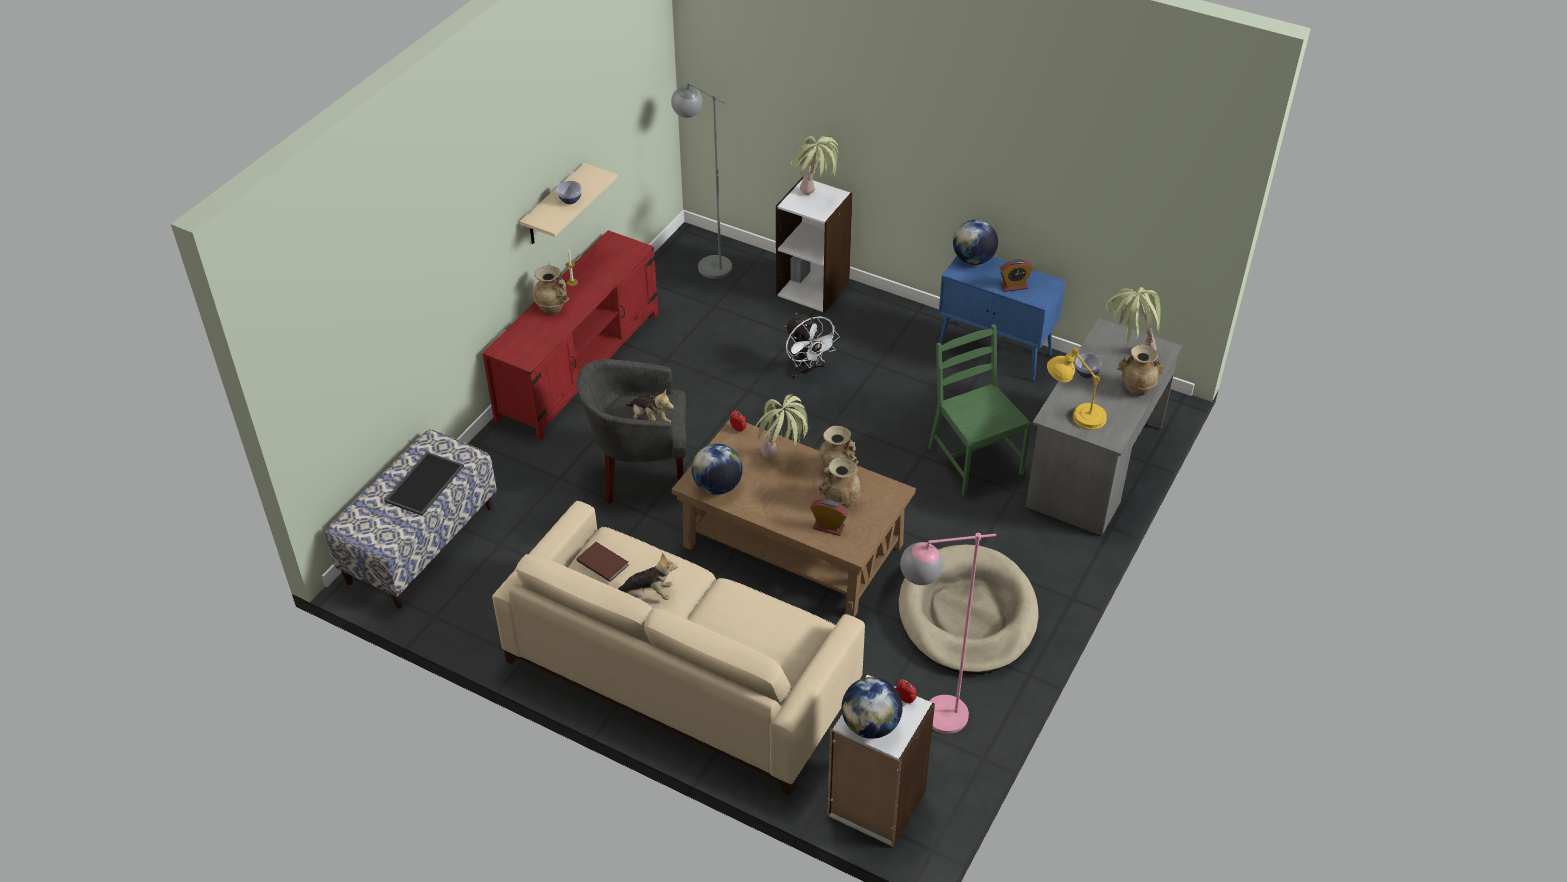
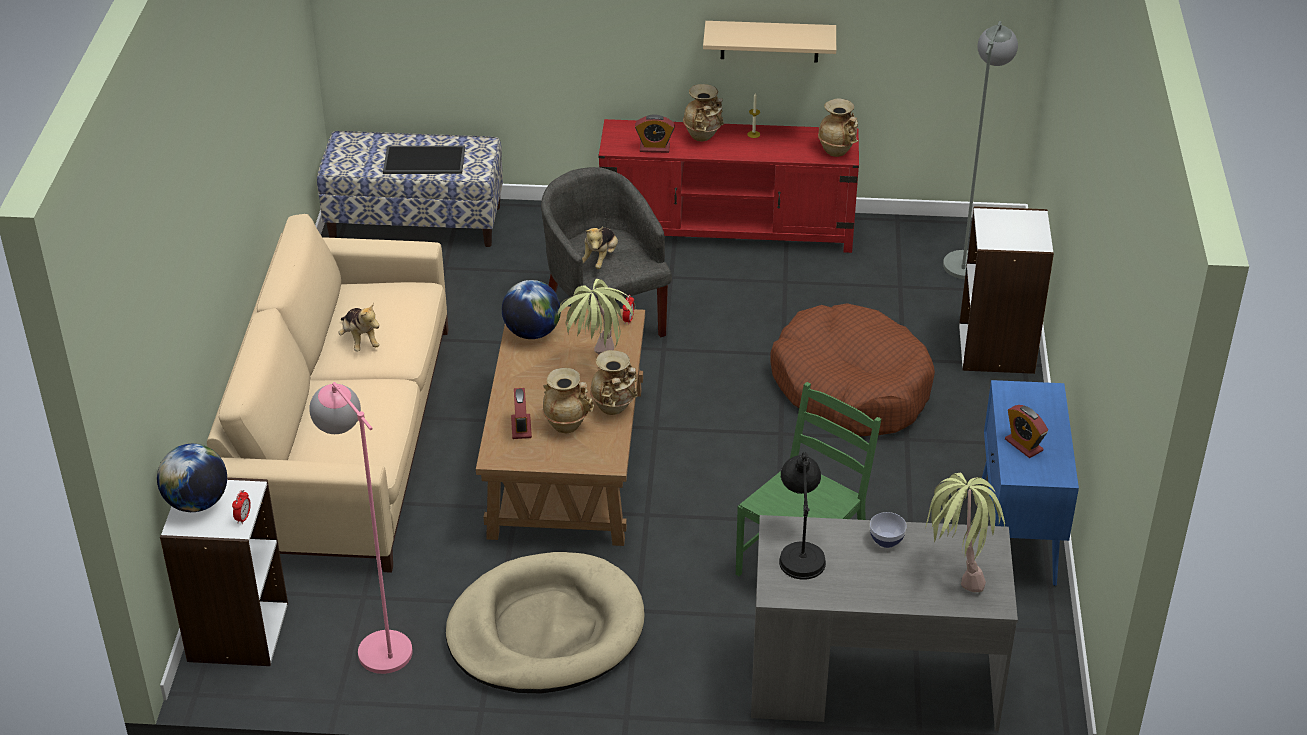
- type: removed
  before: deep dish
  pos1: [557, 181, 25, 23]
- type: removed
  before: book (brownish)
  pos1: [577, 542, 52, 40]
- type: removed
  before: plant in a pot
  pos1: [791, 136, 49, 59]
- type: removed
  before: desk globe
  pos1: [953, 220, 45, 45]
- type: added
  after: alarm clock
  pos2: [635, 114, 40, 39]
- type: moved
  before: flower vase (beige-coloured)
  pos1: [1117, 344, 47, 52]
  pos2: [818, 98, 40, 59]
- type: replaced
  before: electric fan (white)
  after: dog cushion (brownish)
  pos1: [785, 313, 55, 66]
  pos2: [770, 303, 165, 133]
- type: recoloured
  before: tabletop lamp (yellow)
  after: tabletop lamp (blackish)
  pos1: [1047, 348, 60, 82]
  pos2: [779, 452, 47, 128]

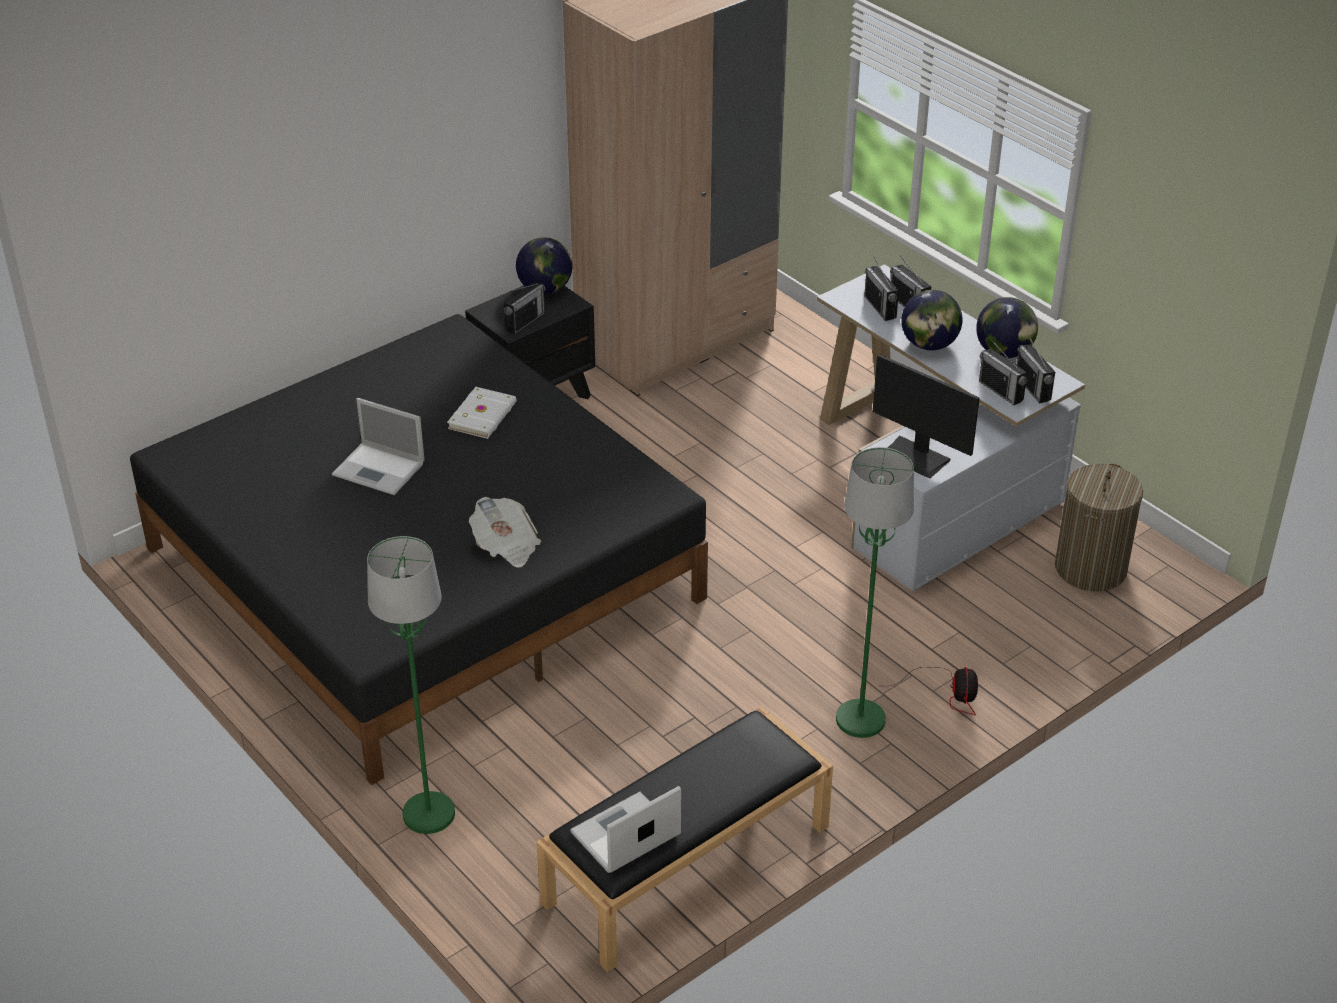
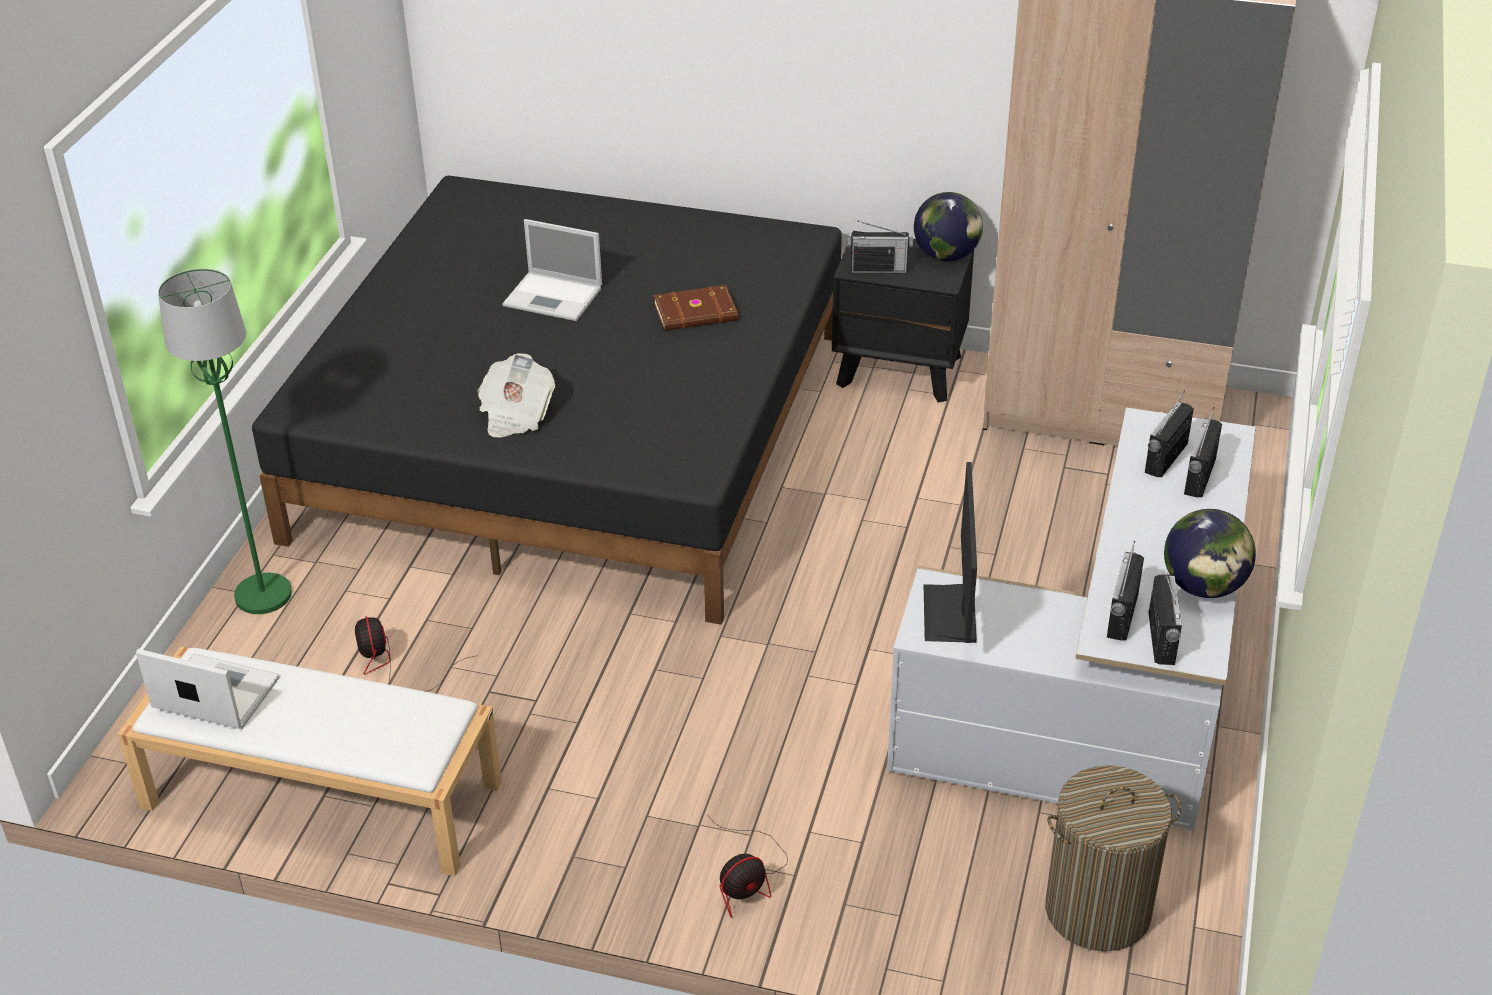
- type: removed
  before: standard lamp (greenish)
  pos1: [836, 447, 78, 291]
- type: removed
  before: desk globe
  pos1: [901, 290, 62, 60]
- type: added
  after: electric fan
  pos2: [355, 616, 119, 76]
- type: recoloured
  before: book (white)
  after: book (brownish)
  pos1: [447, 387, 70, 52]
  pos2: [654, 285, 84, 46]
- type: recoloured
  before: bench (blackish)
  after: bench (white)
  pos1: [536, 706, 297, 266]
  pos2: [117, 646, 385, 230]
- type: turned
  before: notebook computer
  pos1: [332, 398, 93, 97]
  pos2: [502, 219, 100, 102]
  turn: -60
- type: turned
  before: radio
  pos1: [1017, 335, 38, 68]
  pos2: [1148, 574, 34, 91]
  turn: 150

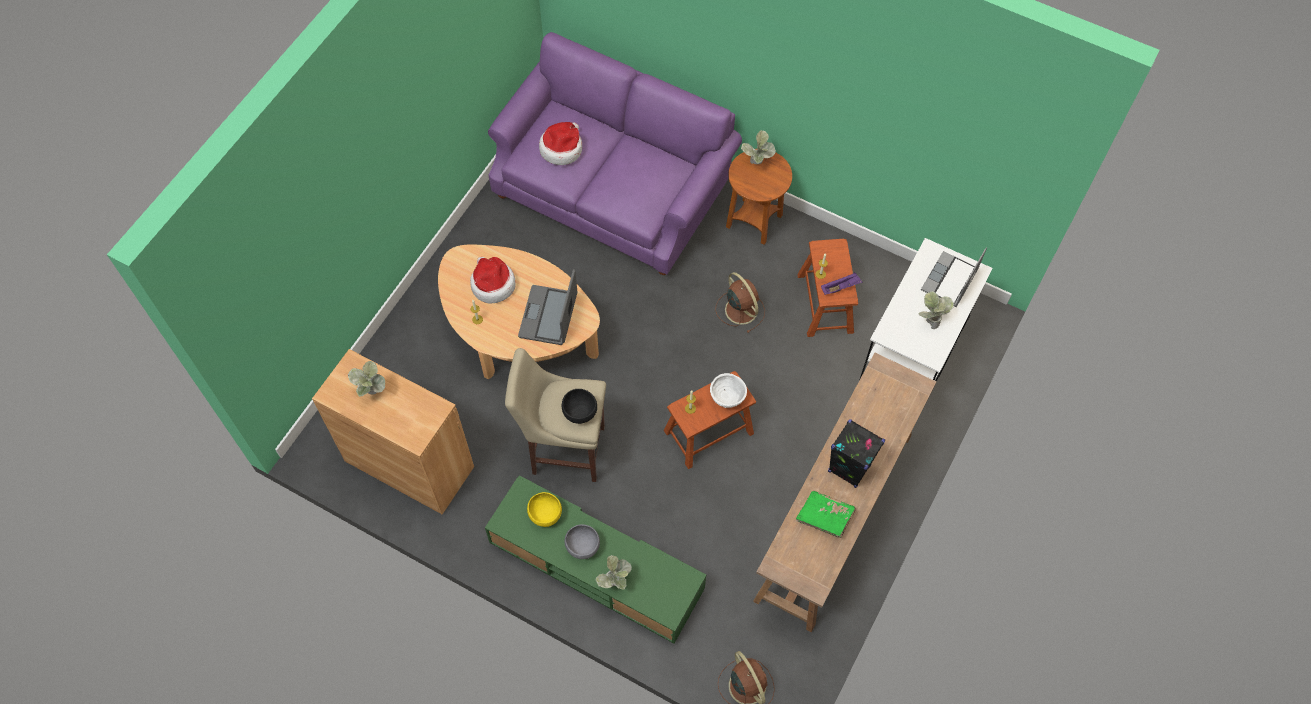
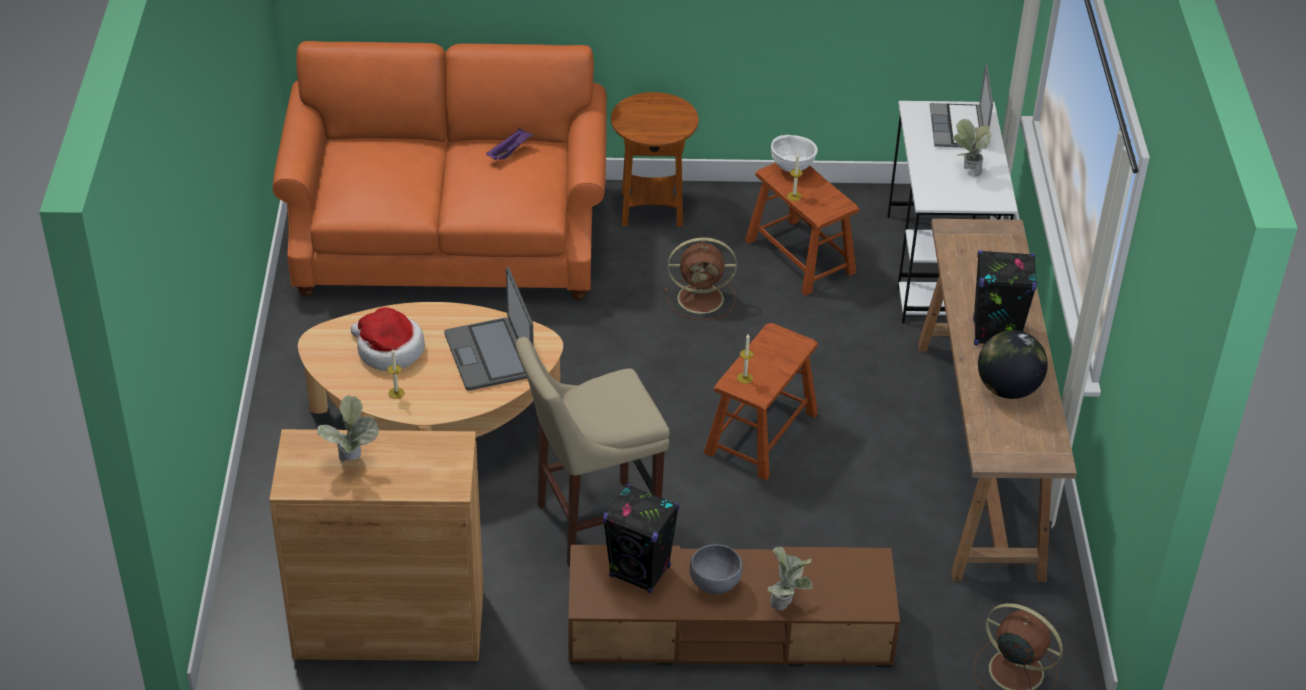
- type: removed
  before: hat
  pos1: [539, 122, 43, 43]
- type: removed
  before: deep dish (blackish)
  pos1: [562, 389, 35, 35]
- type: removed
  before: plant in a pot
  pos1: [741, 130, 35, 34]
- type: moved
  before: deep dish (white)
  pos1: [710, 373, 37, 35]
  pos2: [771, 135, 47, 37]
- type: moved
  before: carrying tray (purple)
  pos1: [821, 272, 41, 23]
  pos2: [486, 128, 48, 32]
- type: replaced
  before: deep dish (yellow)
  after: audio speaker (blackish)
  pos1: [527, 492, 35, 35]
  pos2: [603, 484, 76, 109]
- type: replaced
  before: book (greenish)
  after: desk globe
  pos1: [796, 491, 60, 47]
  pos2: [978, 330, 70, 69]
- type: recoloured
  before: tv stand (greenish)
  after: tv stand (brownish)
  pos1: [485, 475, 221, 168]
  pos2: [568, 545, 332, 122]
- type: recoloured
  before: sofa (purple)
  after: sofa (orange)
  pos1: [488, 32, 254, 243]
  pos2: [273, 41, 334, 259]
- type: turned
  before: electric fan (brownish)
  pos1: [715, 272, 50, 61]
  pos2: [665, 238, 72, 82]
  turn: 150

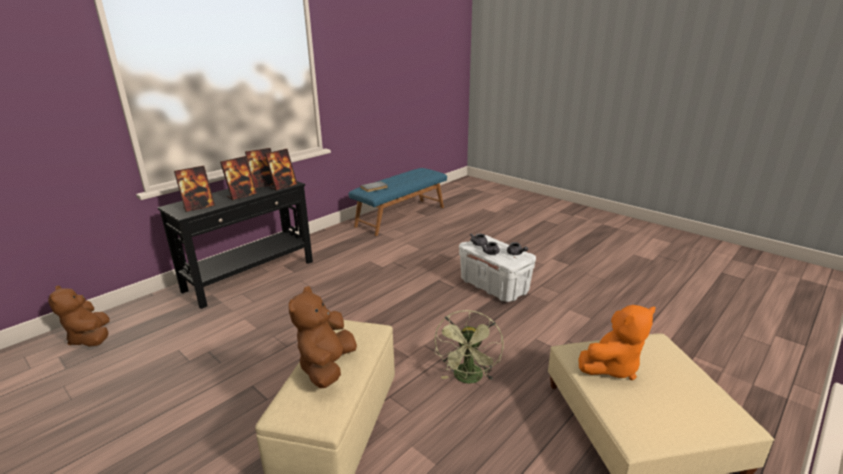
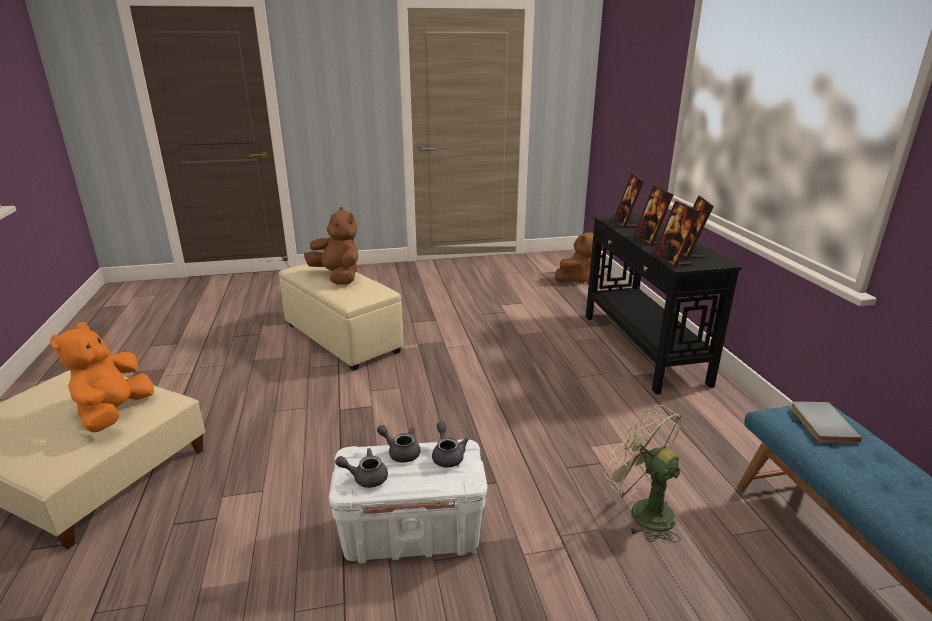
- type: moved
  before: electric fan (greenish)
  pos1: [435, 310, 69, 74]
  pos2: [605, 405, 76, 137]
- type: turned
  before: cuddly toy (brownish)
  pos1: [48, 285, 62, 62]
  pos2: [555, 232, 38, 52]
  turn: 135

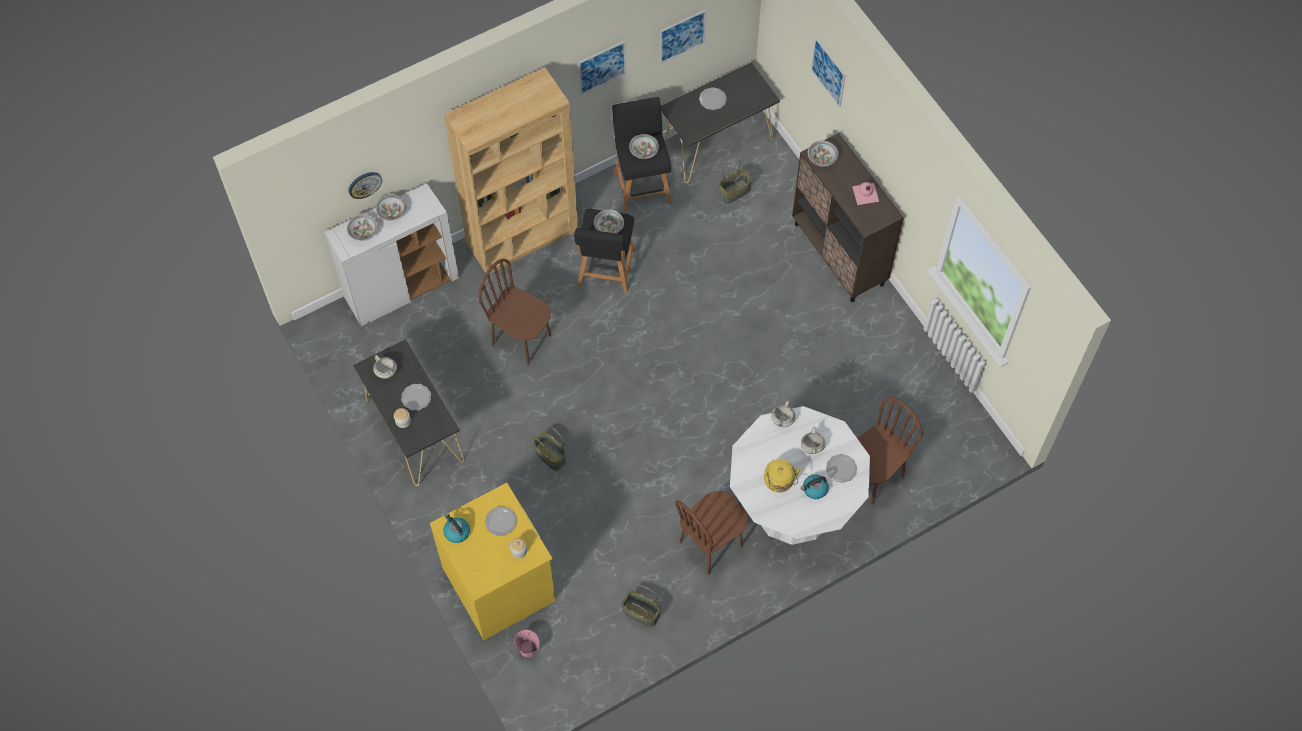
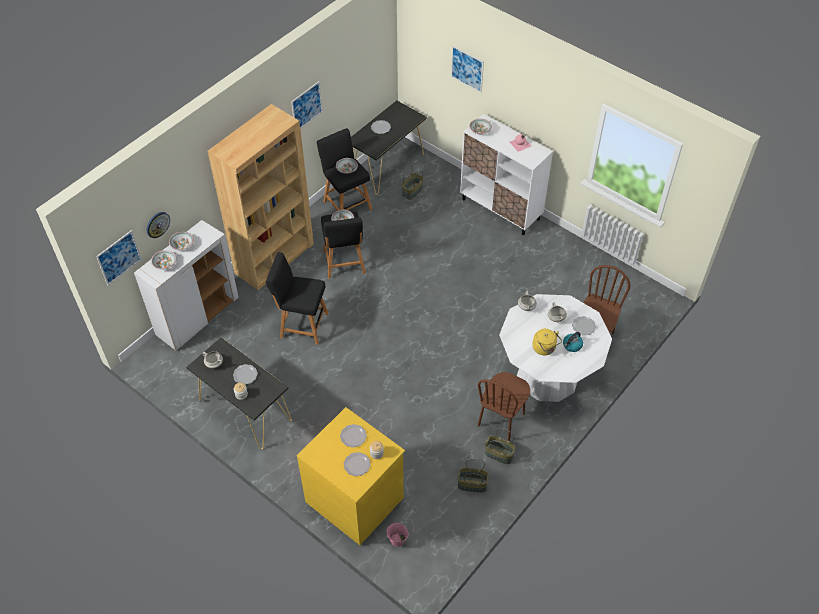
- type: removed
  before: kettle
  pos1: [443, 514, 27, 29]
- type: added
  after: flat dish
  pos2: [344, 452, 27, 24]
- type: moved
  before: household basket
  pos1: [532, 427, 34, 44]
  pos2: [485, 428, 31, 36]
- type: moved
  before: wall picture
  pos1: [660, 10, 46, 54]
  pos2: [96, 230, 46, 55]
- type: replaced
  before: plain chair (brownish)
  after: stool seat (blackish)
  pos1: [478, 259, 73, 106]
  pos2: [266, 252, 63, 93]
- type: recoloured
  before: cabinet (brownish)
  after: cabinet (white)
  pos1: [792, 133, 112, 169]
  pos2: [460, 114, 93, 121]

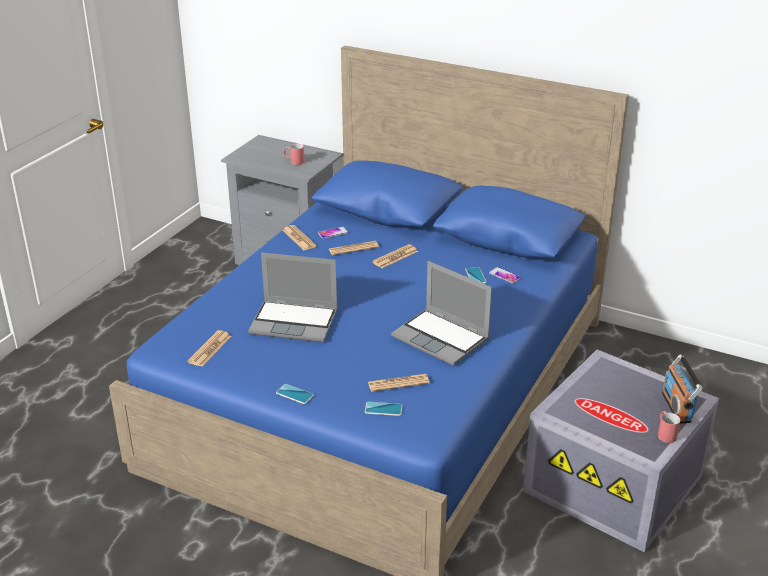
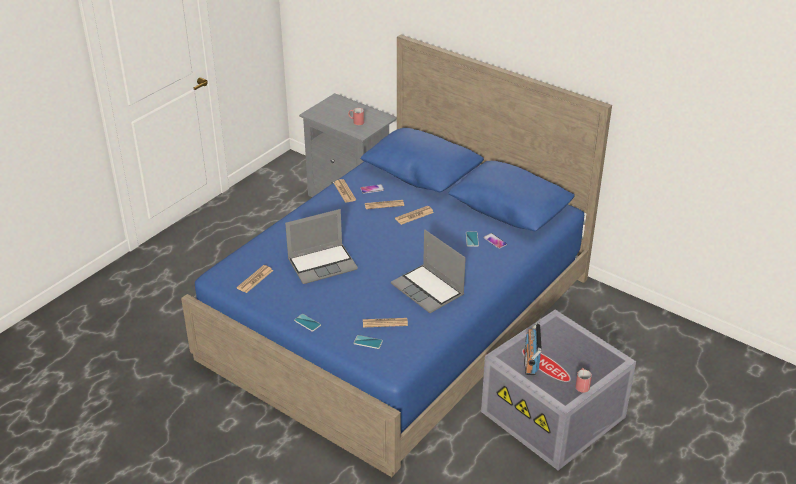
- type: moved
  before: radio
  pos1: [662, 354, 41, 70]
  pos2: [524, 322, 18, 53]
- type: turned
  before: notebook computer
  pos1: [248, 252, 89, 90]
  pos2: [285, 209, 73, 75]
  turn: -45

